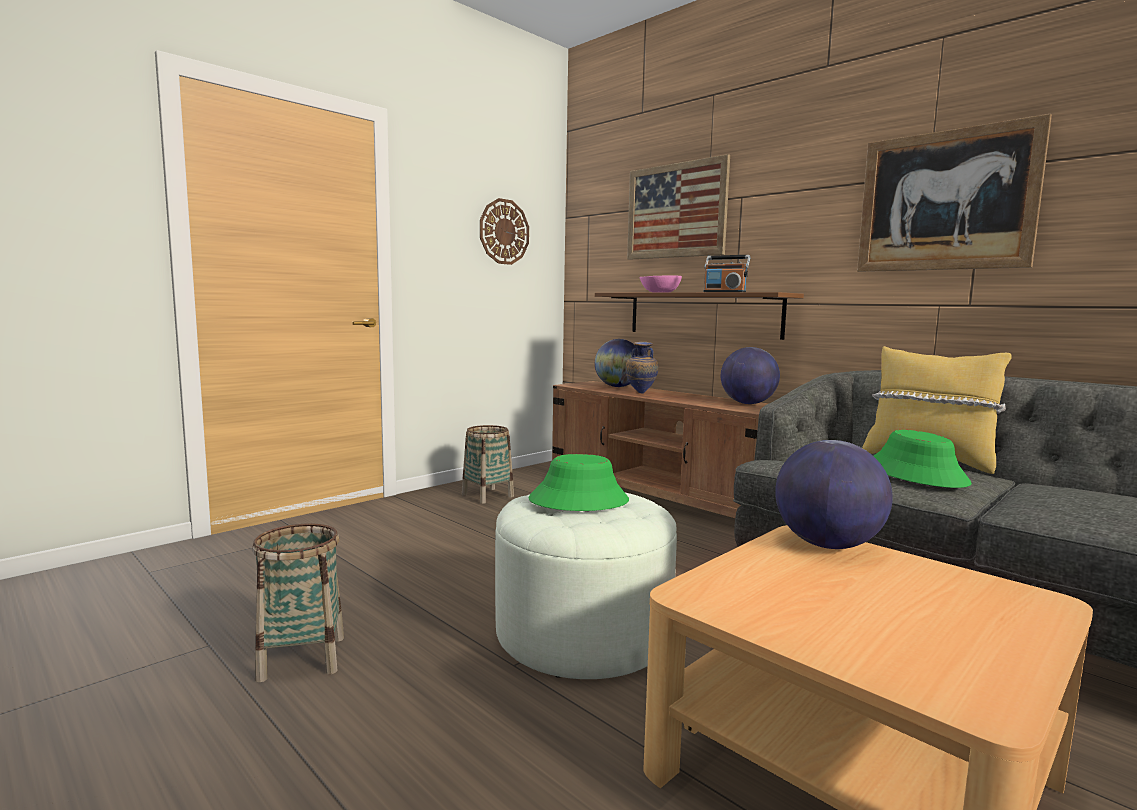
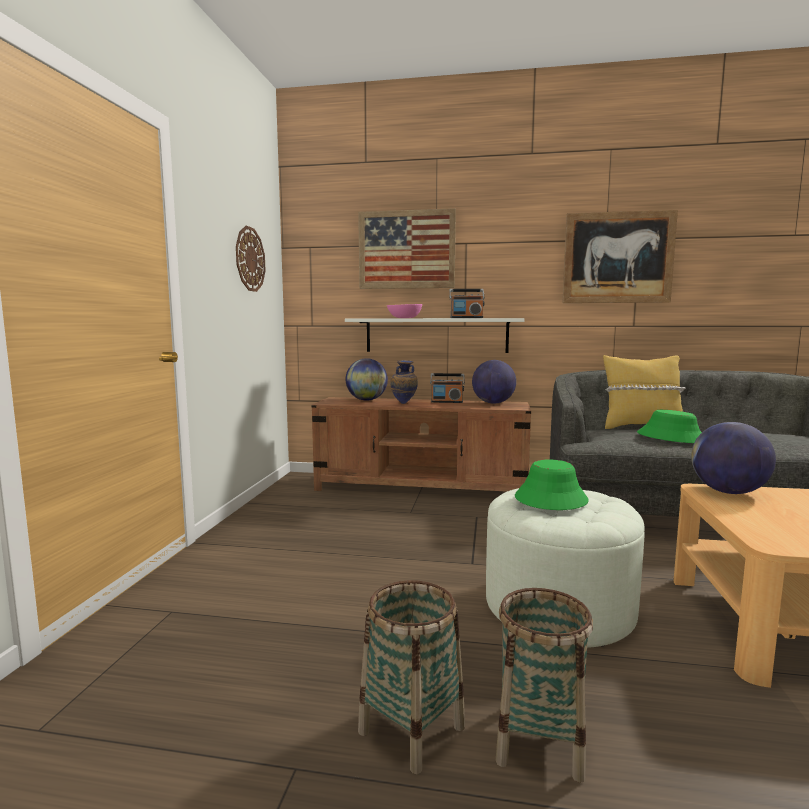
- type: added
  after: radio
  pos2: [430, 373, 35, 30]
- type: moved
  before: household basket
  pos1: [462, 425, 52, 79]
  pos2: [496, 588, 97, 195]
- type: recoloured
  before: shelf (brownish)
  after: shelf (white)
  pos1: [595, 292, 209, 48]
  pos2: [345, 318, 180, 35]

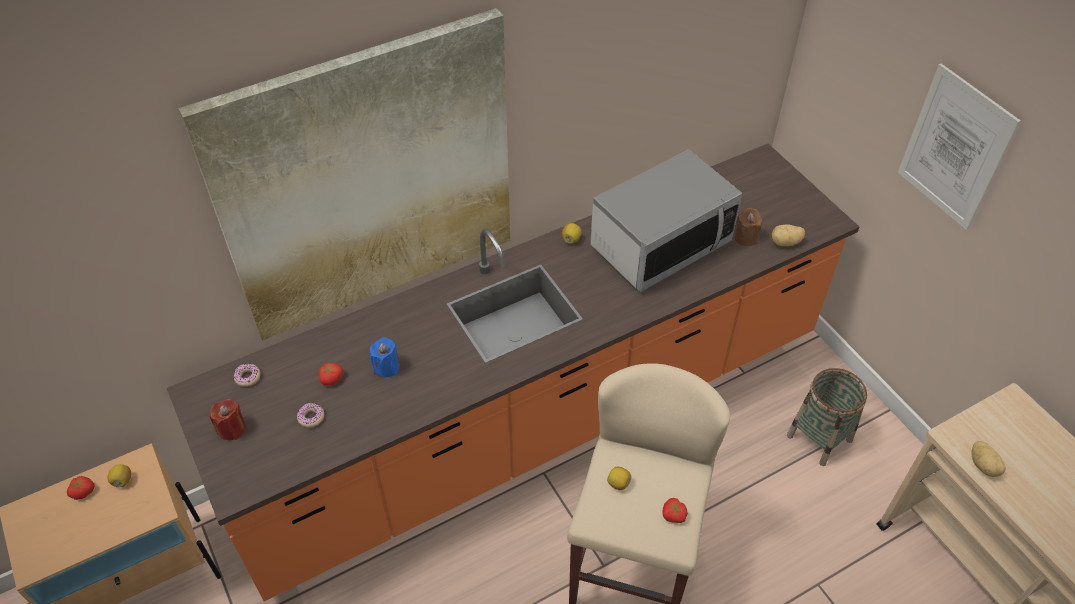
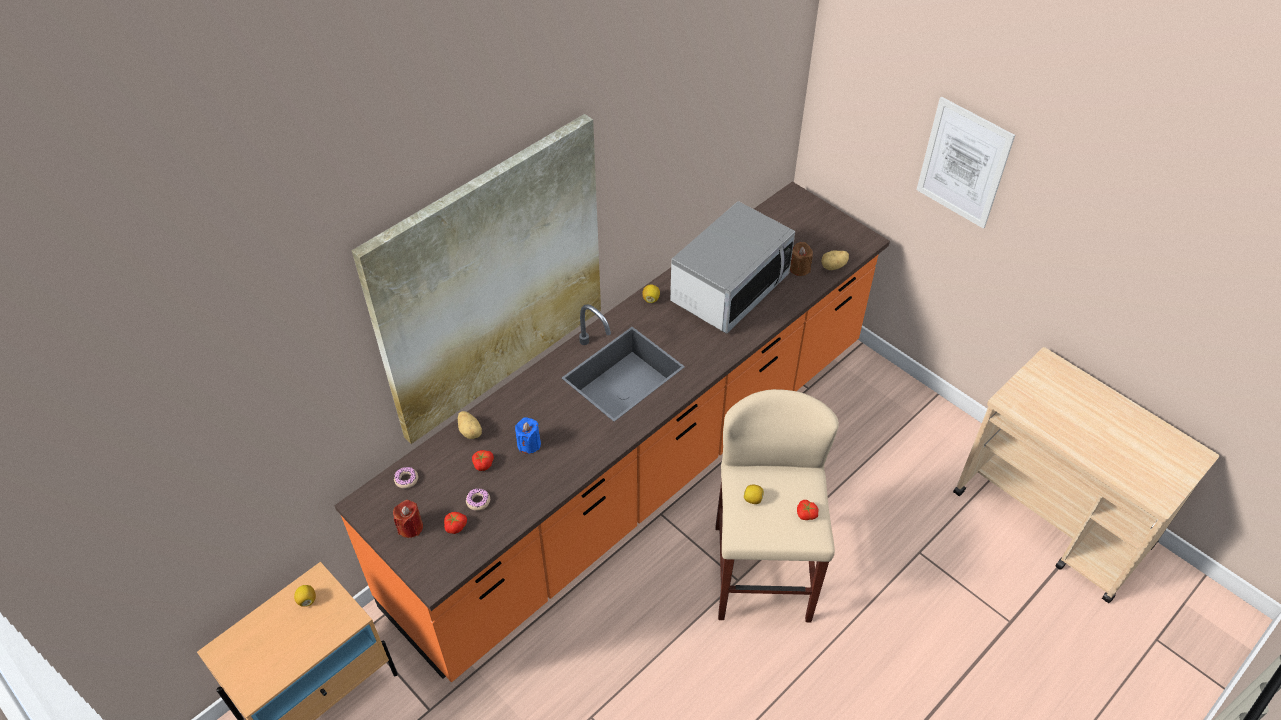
- type: removed
  before: household basket
  pos1: [787, 368, 80, 98]
- type: moved
  before: whole tomato
  pos1: [67, 476, 28, 24]
  pos2: [444, 512, 23, 22]
- type: moved
  before: whole potato
  pos1: [971, 441, 35, 36]
  pos2: [458, 411, 24, 28]

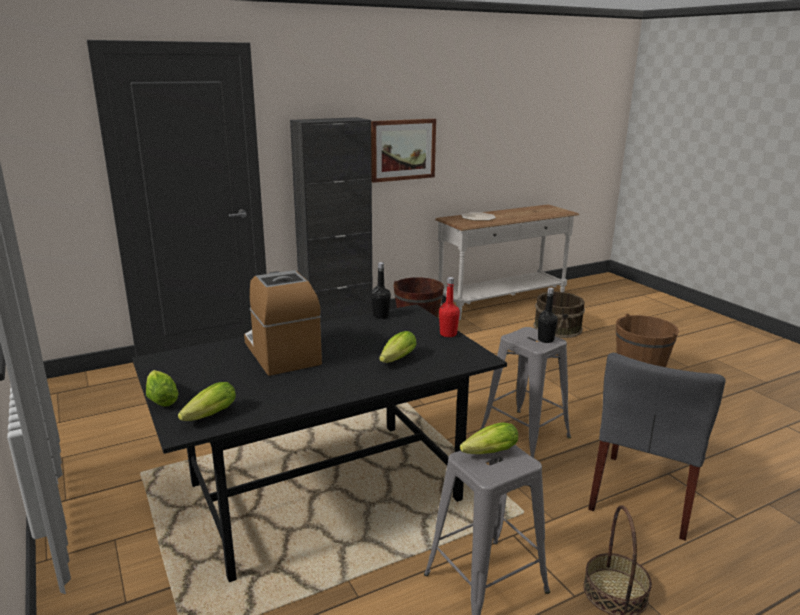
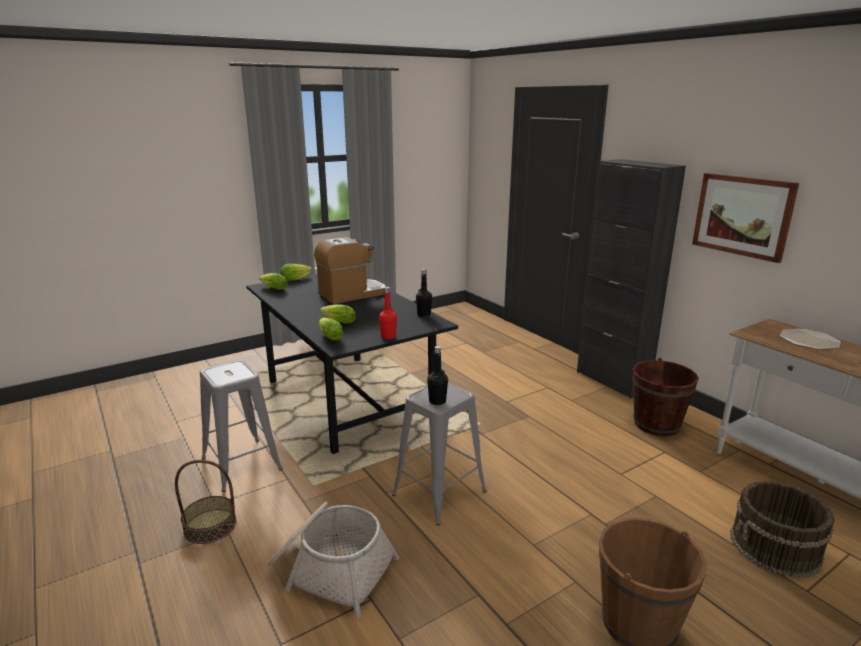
- type: moved
  before: head of lettuce
  pos1: [460, 422, 58, 32]
  pos2: [319, 317, 24, 24]
- type: replaced
  before: plain chair (gray)
  after: household basket
  pos1: [588, 353, 138, 188]
  pos2: [268, 501, 131, 118]

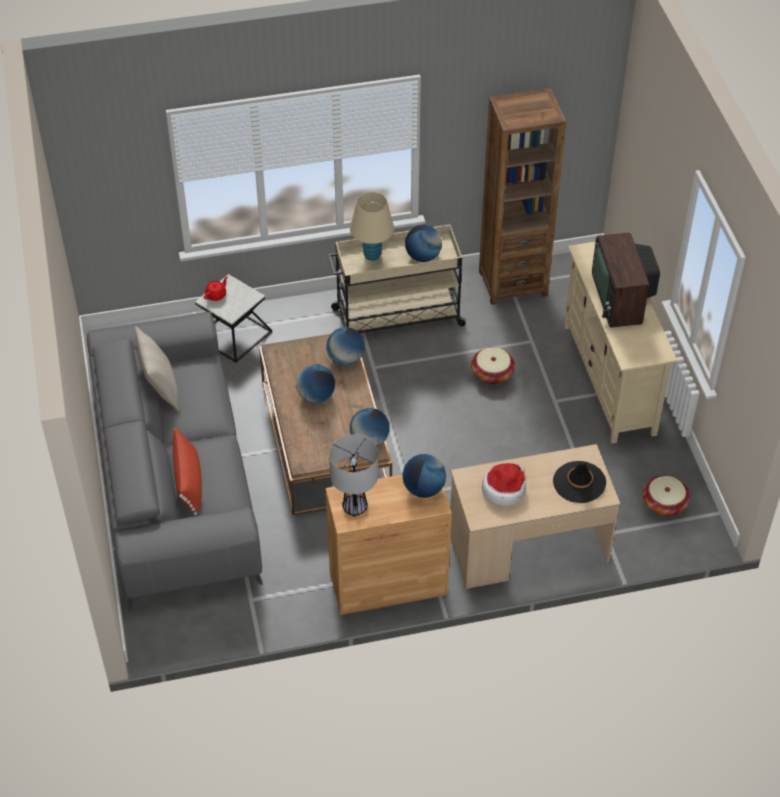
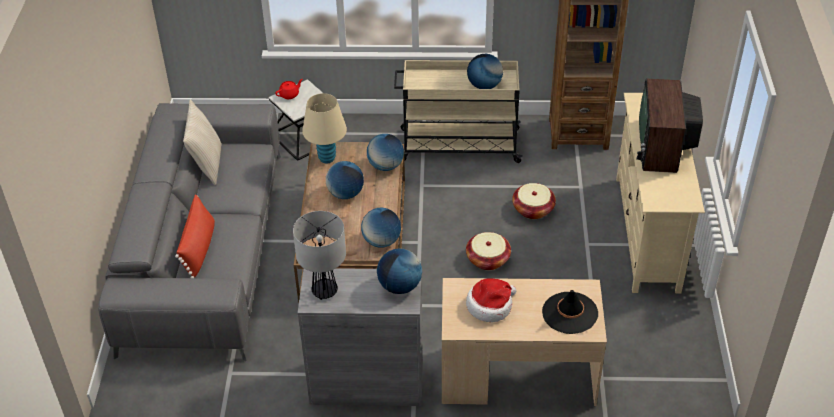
- type: moved
  before: tabletop lamp (beige-coloured)
  pos1: [350, 192, 44, 69]
  pos2: [302, 93, 45, 71]
- type: moved
  before: household basket
  pos1: [643, 475, 47, 42]
  pos2: [466, 232, 45, 38]
- type: recoloured
  before: cabinet (brownish)
  after: cabinet (gray)
  pos1: [326, 474, 126, 141]
  pos2: [298, 268, 125, 138]

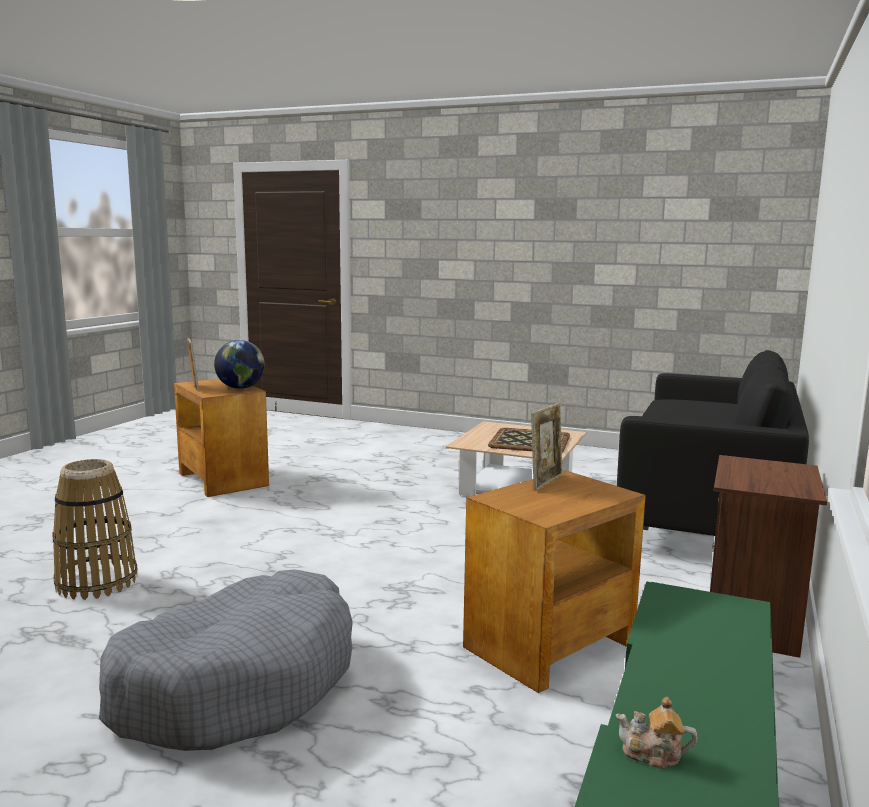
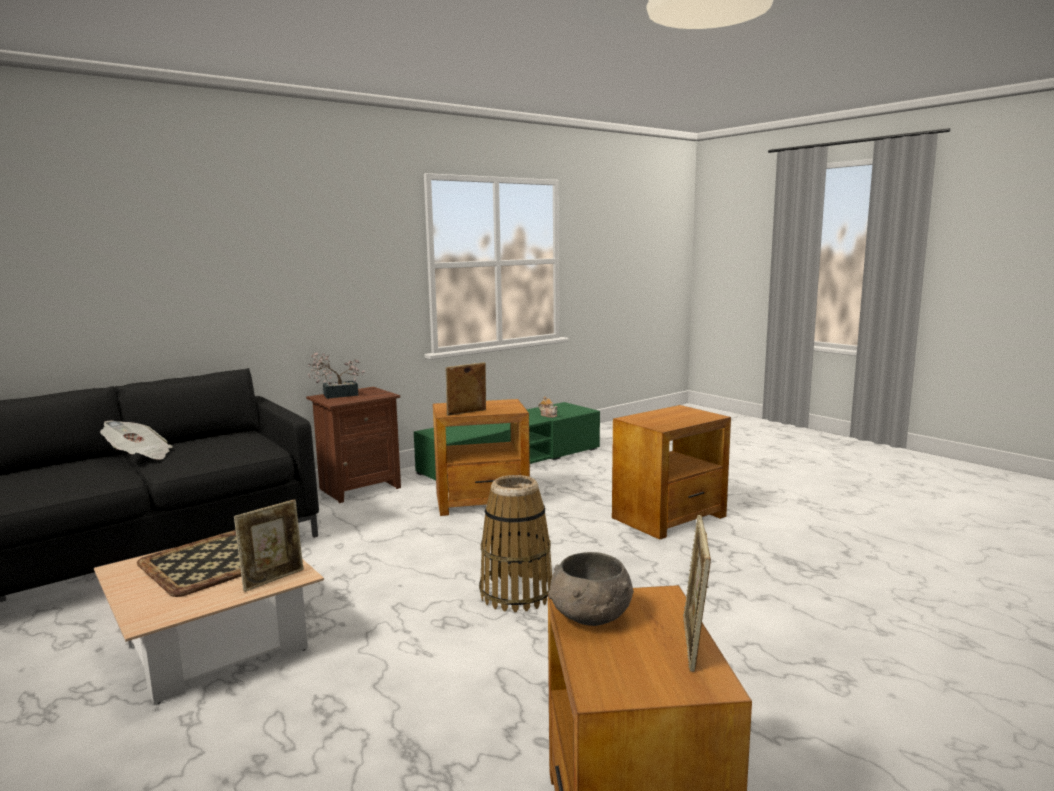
- type: added
  after: newspaper
  pos2: [100, 421, 73, 39]
- type: added
  after: picture frame
  pos2: [234, 499, 70, 93]
- type: added
  after: plant in a pot
  pos2: [308, 352, 57, 47]
- type: moved
  before: household basket
  pos1: [53, 459, 85, 141]
  pos2: [479, 475, 73, 137]
- type: replaced
  before: dog cushion (gray)
  after: side table (brownish)
  pos1: [99, 570, 254, 181]
  pos2: [612, 405, 119, 135]
- type: replaced
  before: desk globe
  after: deep dish (gray)
  pos1: [214, 340, 51, 49]
  pos2: [548, 552, 85, 74]

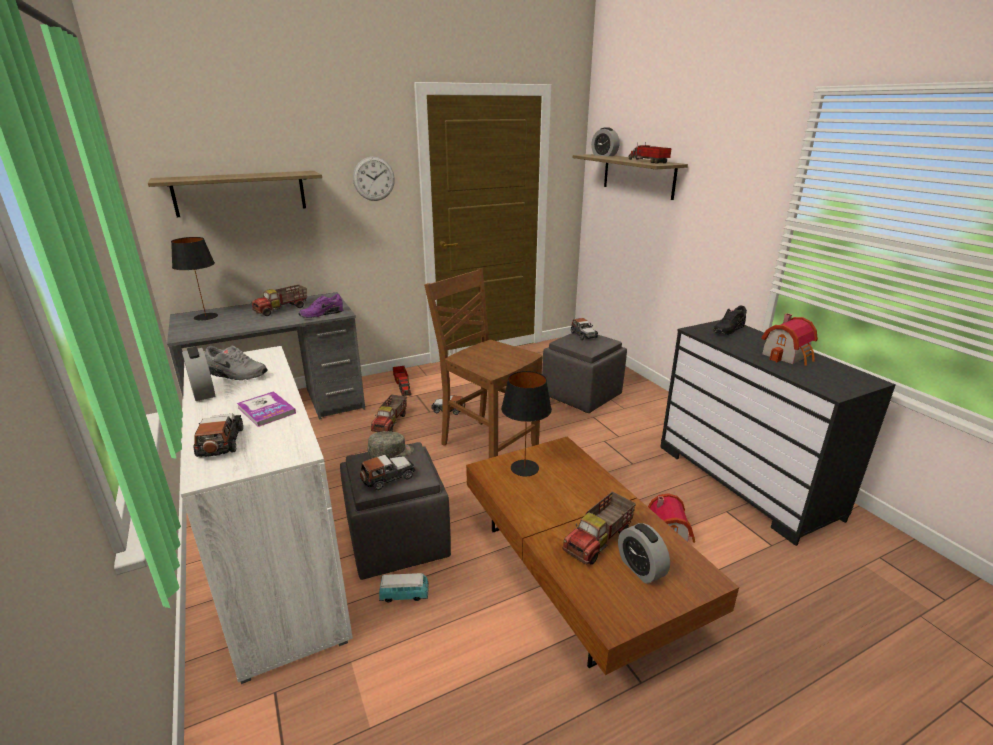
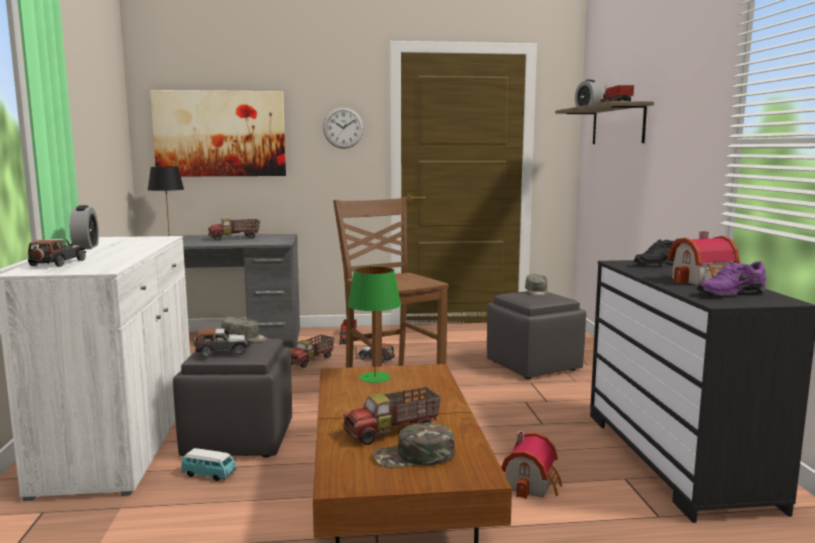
- type: removed
  before: low shoe (gray)
  pos1: [205, 346, 63, 34]
- type: removed
  before: book
  pos1: [237, 391, 59, 36]
- type: moved
  before: low shoe (purple)
  pos1: [299, 294, 44, 24]
  pos2: [696, 261, 70, 35]
- type: replaced
  before: shelf
  after: wall picture
  pos1: [148, 171, 174, 46]
  pos2: [150, 90, 136, 86]
- type: replaced
  before: miniature car
  after: baseball cap (gray)
  pos1: [571, 318, 27, 22]
  pos2: [525, 274, 23, 22]
- type: replaced
  before: alarm clock
  after: baseball cap (greenish)
  pos1: [618, 523, 52, 61]
  pos2: [373, 422, 82, 46]
- type: recoloured
  before: tabletop lamp (blackish)
  after: tabletop lamp (greenish)
  pos1: [501, 371, 51, 105]
  pos2: [348, 267, 53, 116]

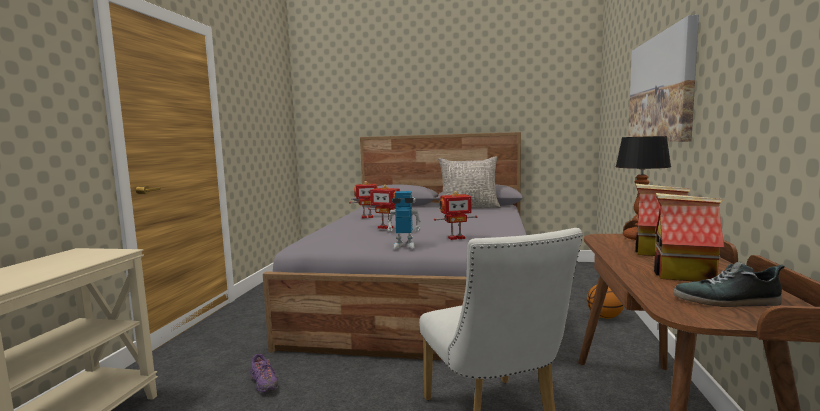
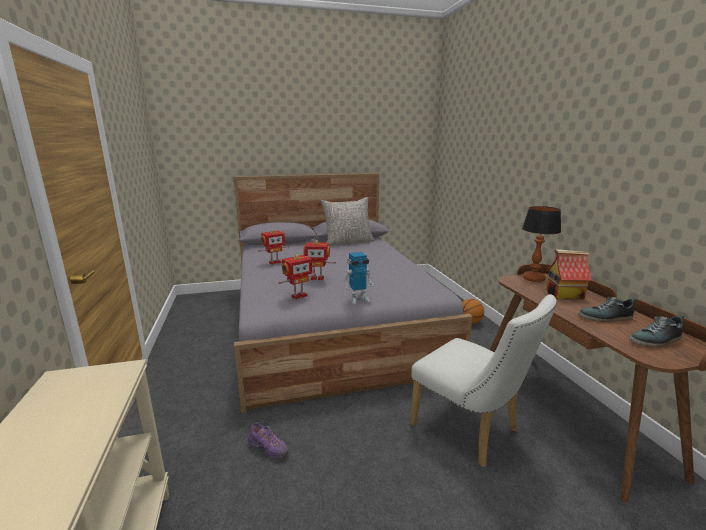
- type: removed
  before: wall picture
  pos1: [628, 15, 71, 127]
- type: moved
  before: model robot
  pos1: [434, 191, 44, 49]
  pos2: [278, 254, 38, 45]
- type: replaced
  before: toy house
  after: low shoe
  pos1: [654, 193, 70, 88]
  pos2: [578, 297, 59, 25]

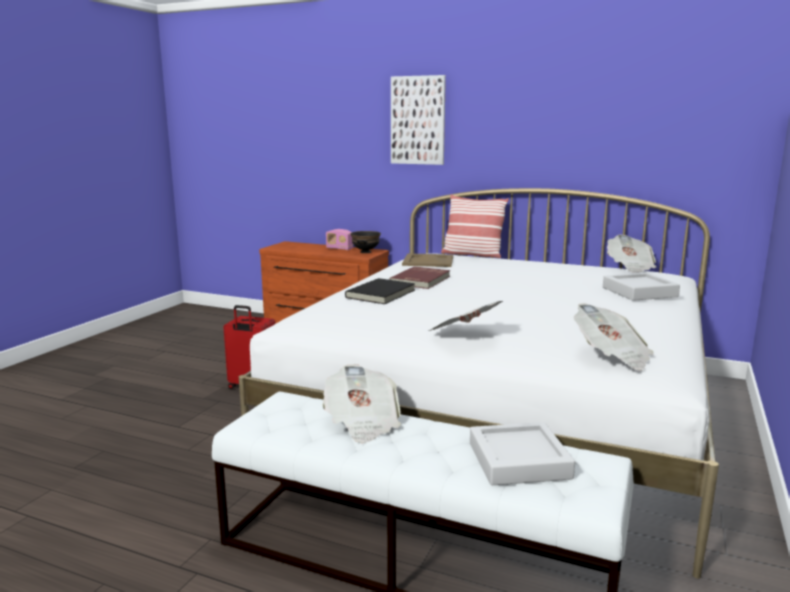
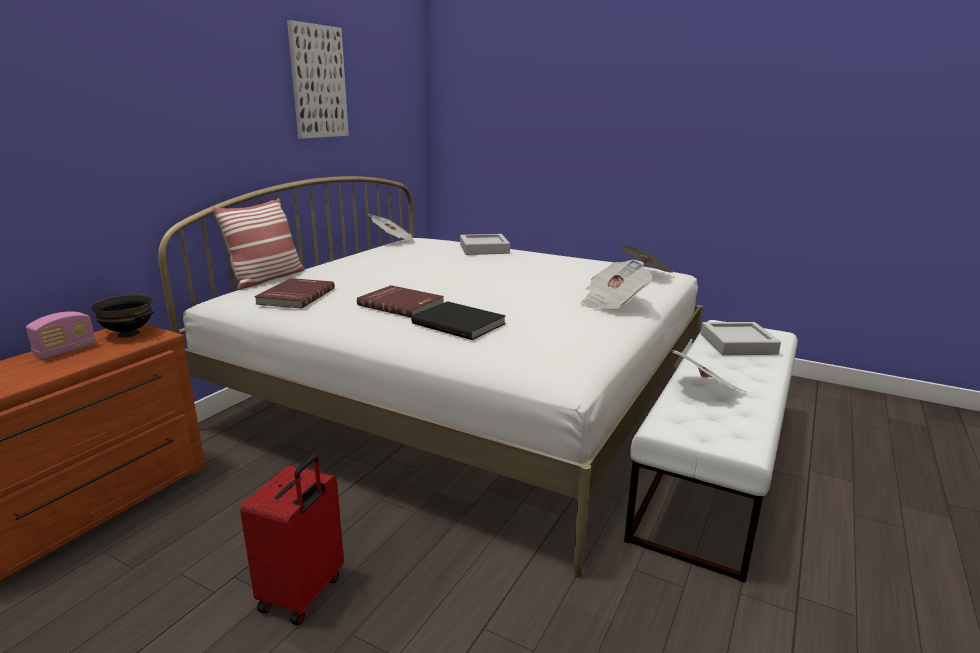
- type: moved
  before: wall picture
  pos1: [391, 75, 55, 90]
  pos2: [287, 20, 62, 119]
- type: replaced
  before: carrying tray (beige-coloured)
  after: book (red)
  pos1: [402, 253, 51, 14]
  pos2: [255, 278, 80, 31]

